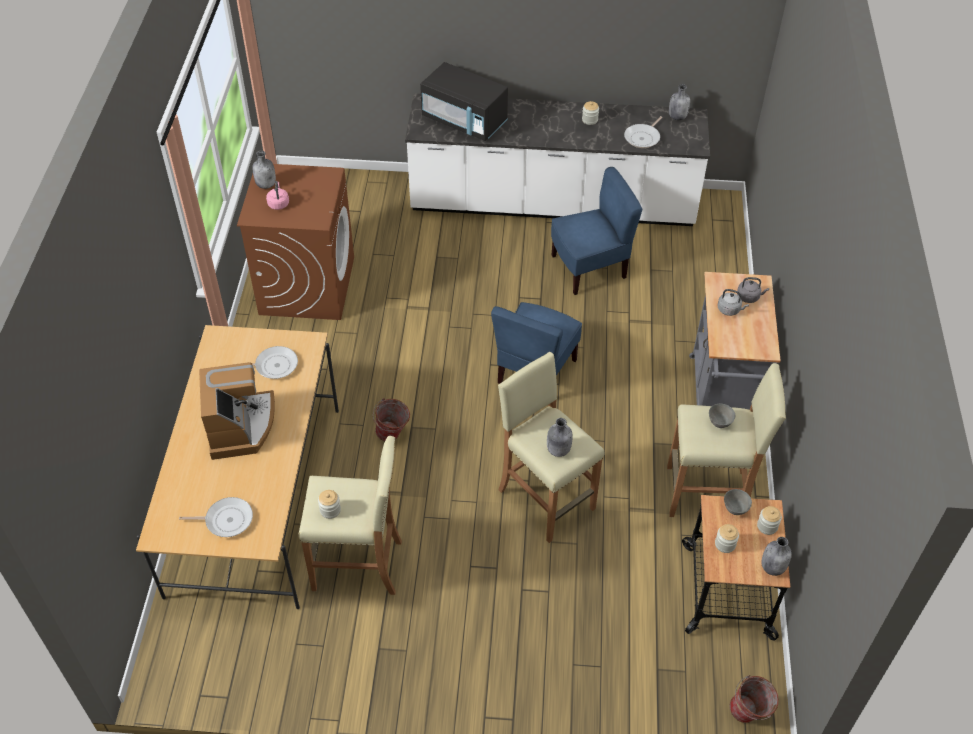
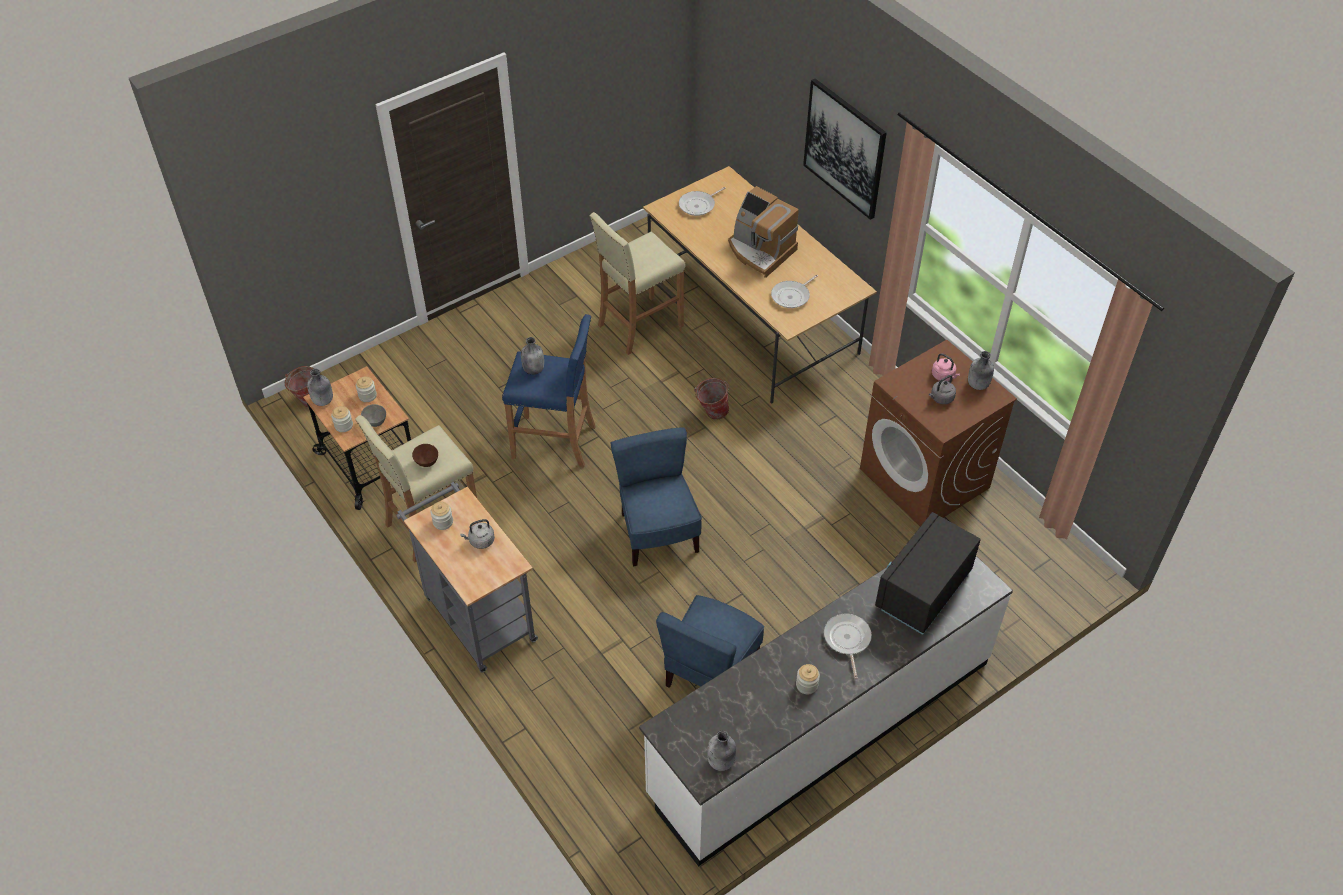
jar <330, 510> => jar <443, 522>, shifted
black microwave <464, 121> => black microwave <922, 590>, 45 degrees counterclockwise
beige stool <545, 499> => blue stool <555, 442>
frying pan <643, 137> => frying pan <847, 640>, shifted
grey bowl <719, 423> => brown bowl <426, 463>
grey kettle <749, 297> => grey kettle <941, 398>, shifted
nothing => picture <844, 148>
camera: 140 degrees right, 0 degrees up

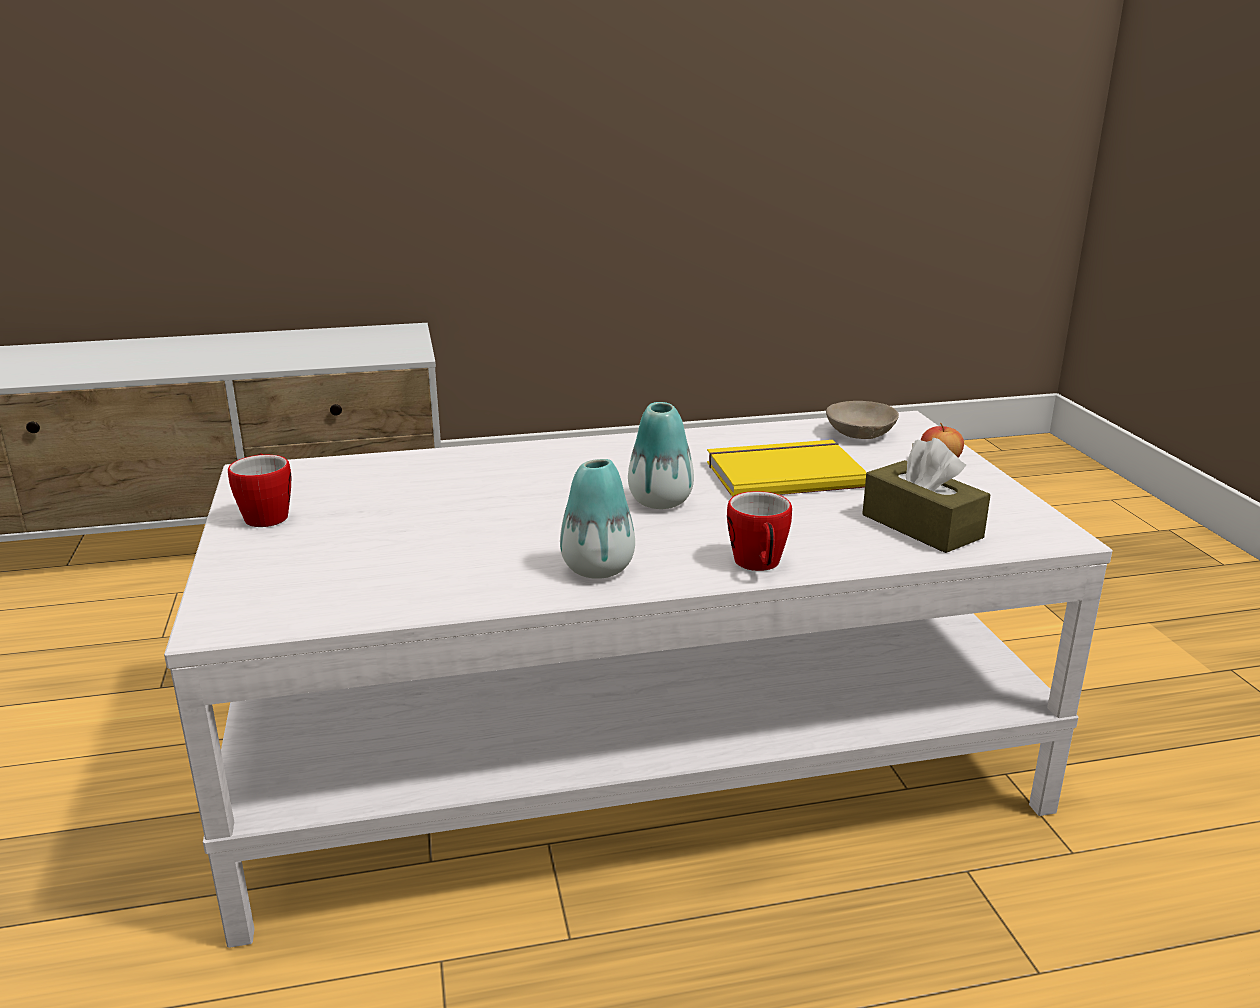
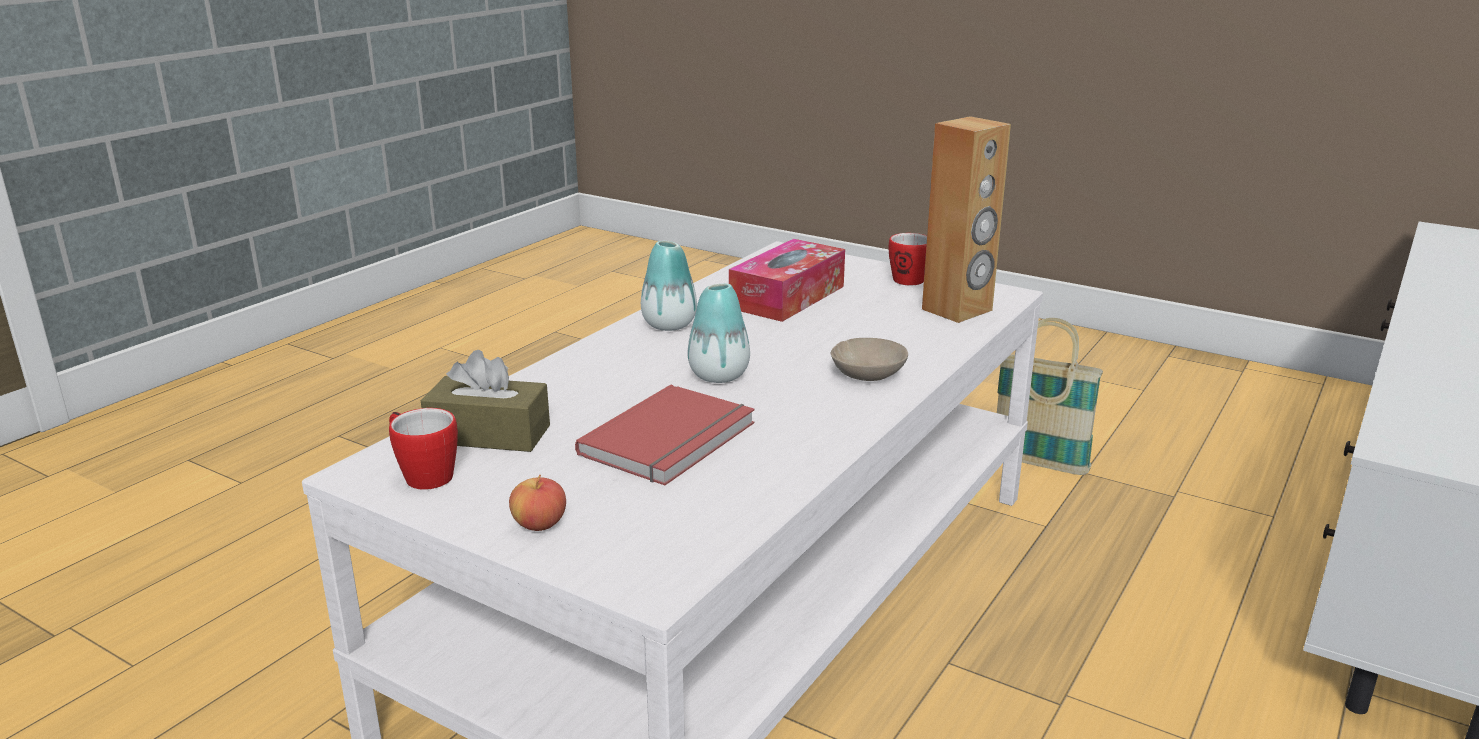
yellow book <782, 473> => red book <672, 440>
mug <759, 566> => mug <423, 475>, shifted
beige bowl <859, 433> => beige bowl <870, 375>, shifted
nothing => tissue box <787, 297>
nothing => brown speaker <957, 310>
nothing => basket <1038, 463>
camera: 135 degrees right, 0 degrees up

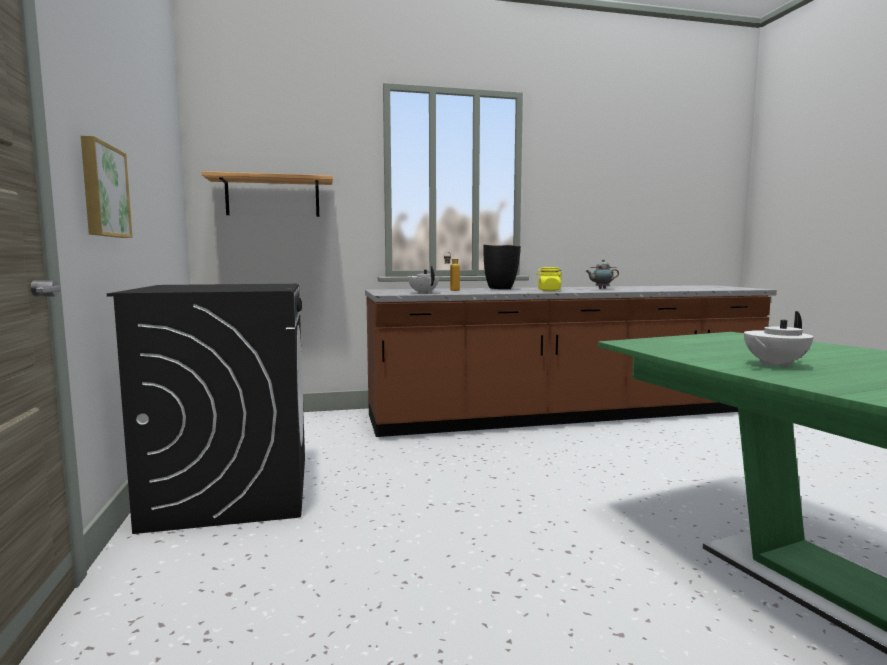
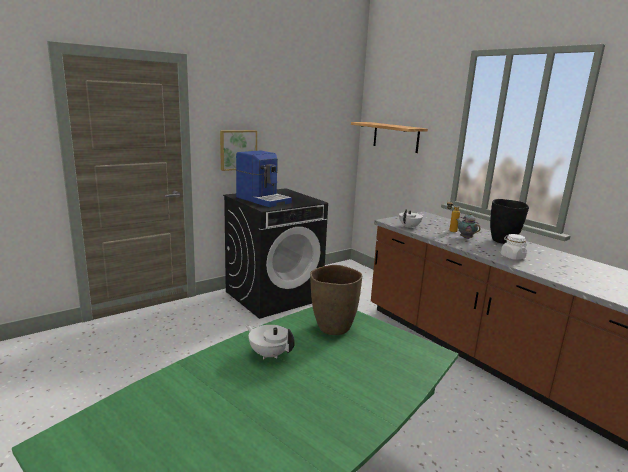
yellow jar <549, 290> => white jar <512, 257>
teapot <601, 288> => teapot <465, 238>, shifted
nothing => coffee machine <263, 200>
nothing => brown vase <332, 328>
camera: 65 degrees right, 10 degrees up

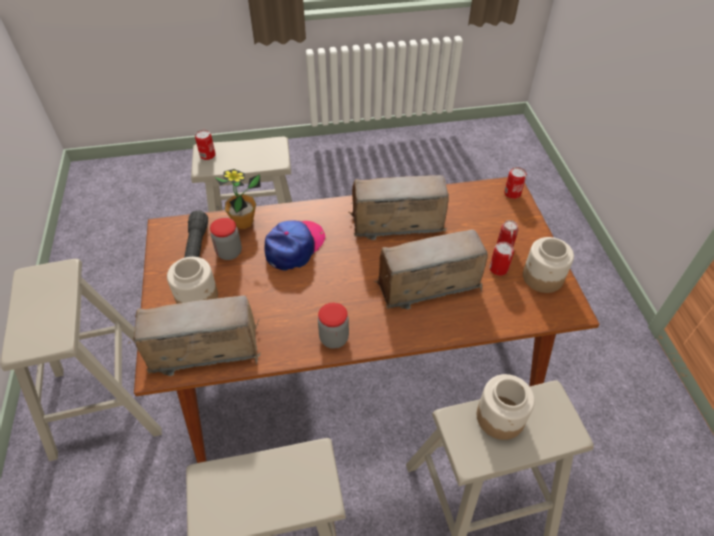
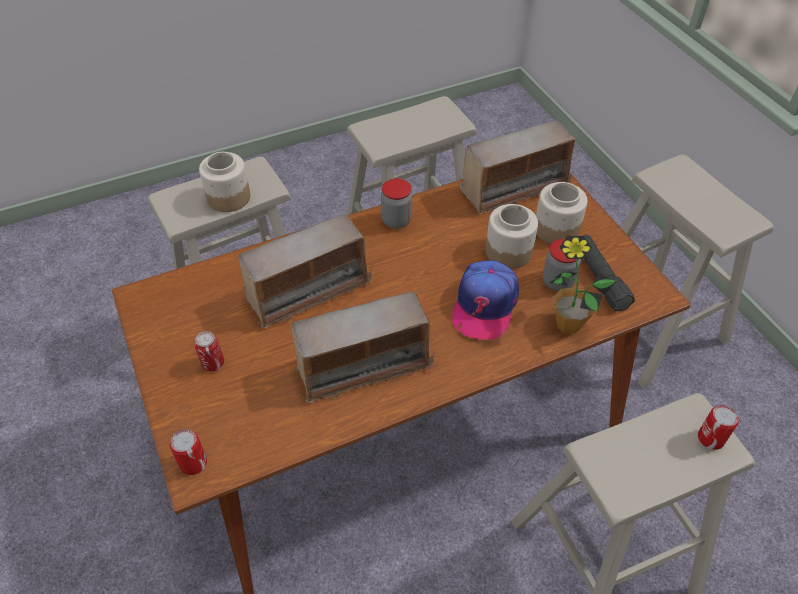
can <498, 269> => nothing
jar <542, 277> => jar <508, 251>, shifted
camera: 165 degrees right, 0 degrees up

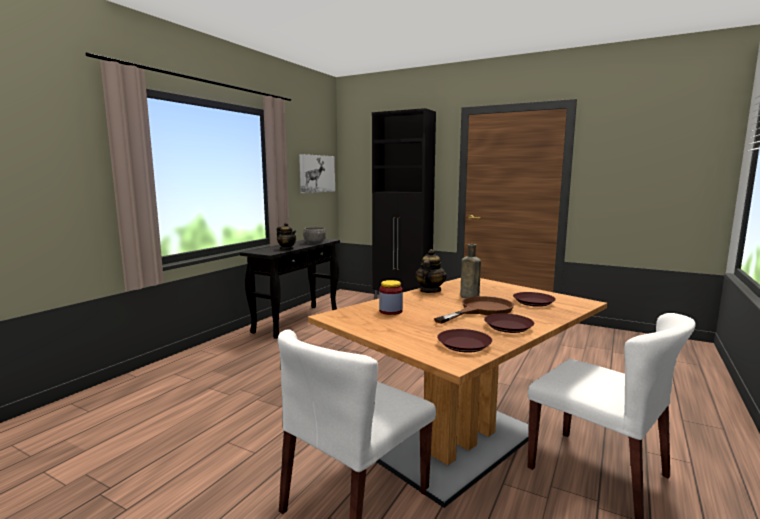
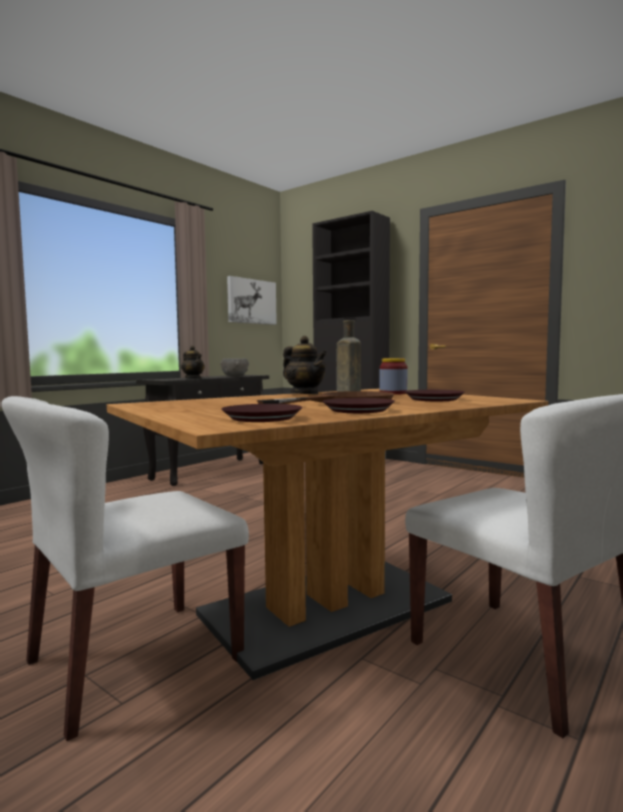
jar <390, 311> => jar <393, 393>, shifted
teapot <430, 291> => teapot <305, 394>, 105 degrees clockwise
camera: 10 degrees right, 5 degrees down

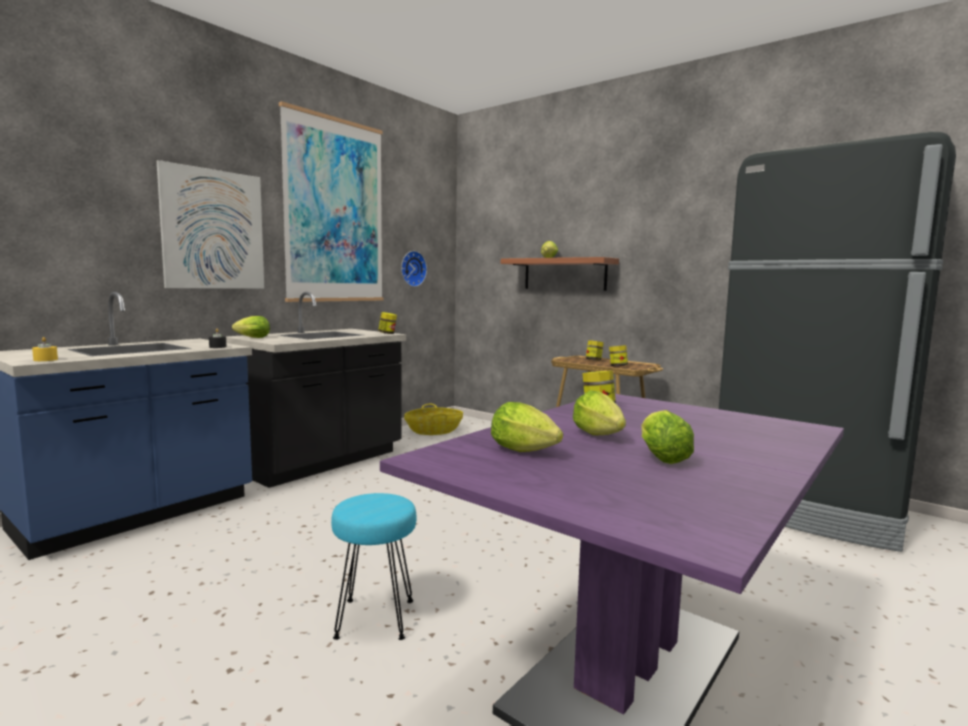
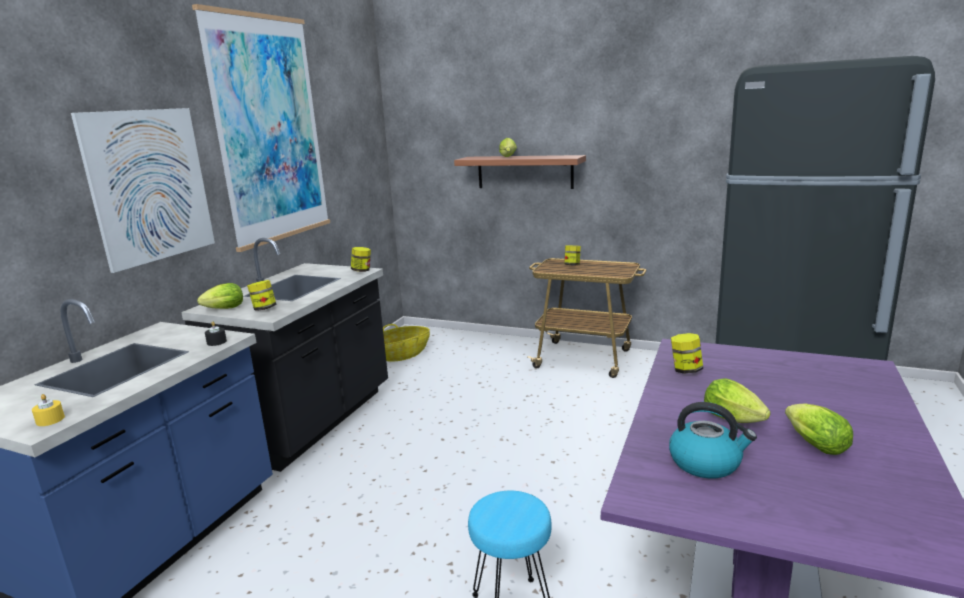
wall clock <412, 268> => nothing
lettuce <527, 452> => kettle <706, 463>
jar <617, 366> => jar <264, 309>, shifted
camera: 15 degrees left, 10 degrees up

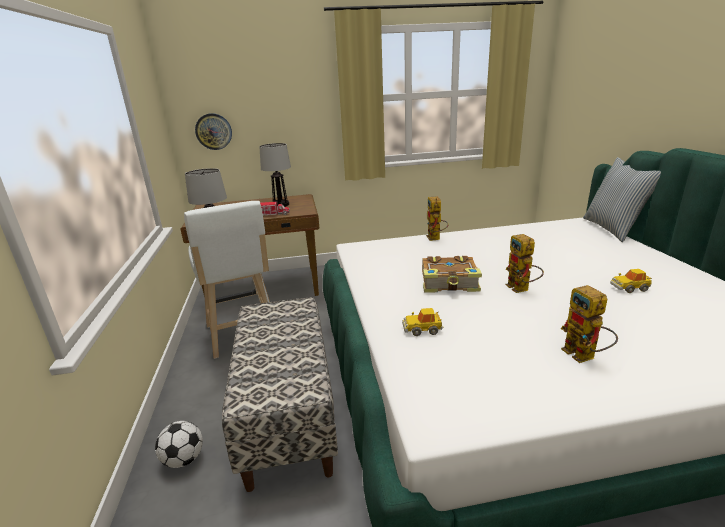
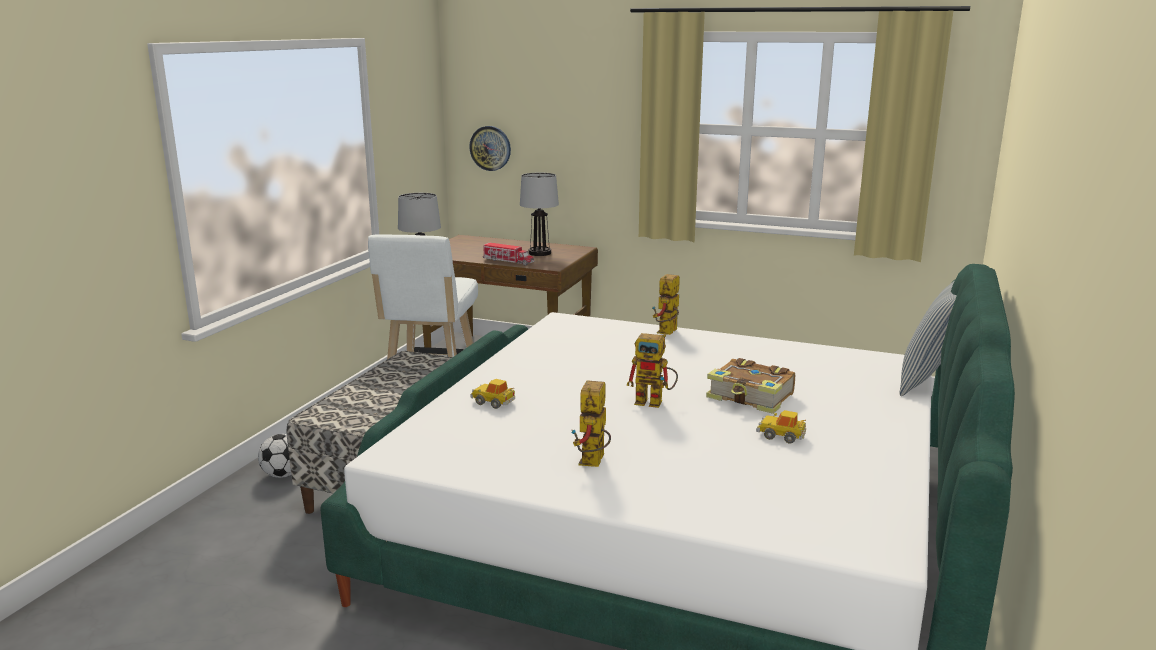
book <450, 283> => book <751, 397>, shifted
toy robot <521, 289> => toy robot <655, 402>, 90 degrees counterclockwise
camera: 30 degrees right, 5 degrees down

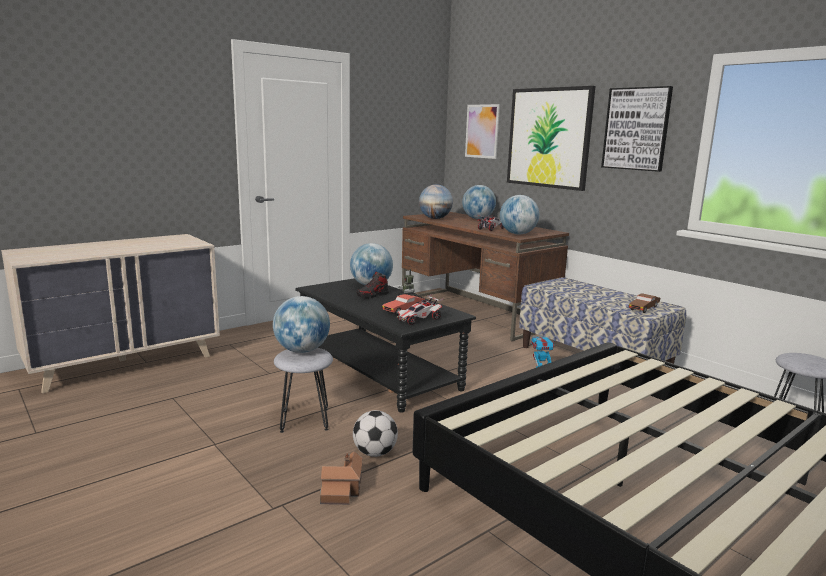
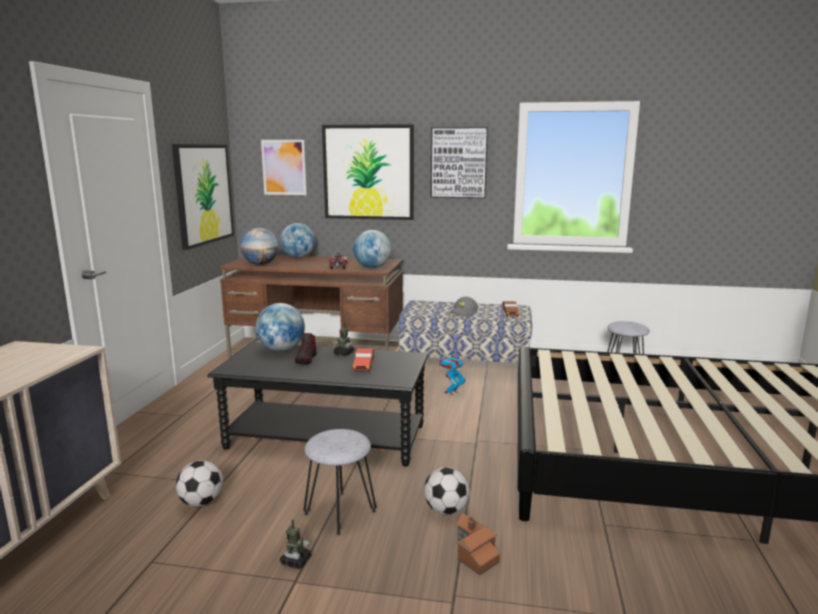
globe <302, 351> => nothing
toy car <419, 320> => nothing
nothing => picture <203, 194>
nothing => football <201, 502>
nothing => toy robot <296, 561>
nothing => grey cap <464, 313>
camera: 40 degrees left, 0 degrees up

